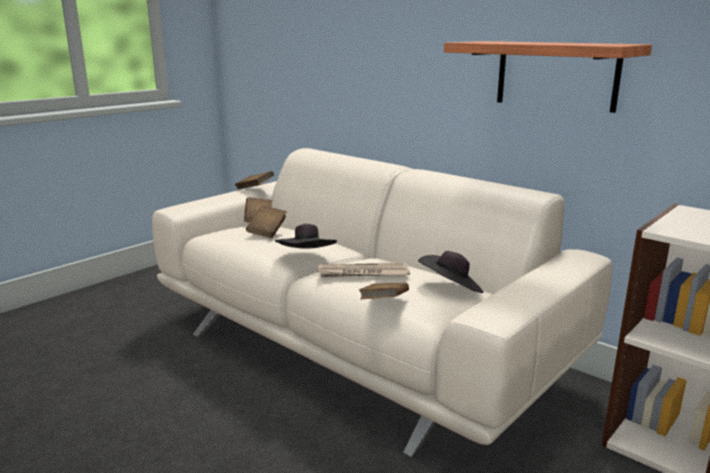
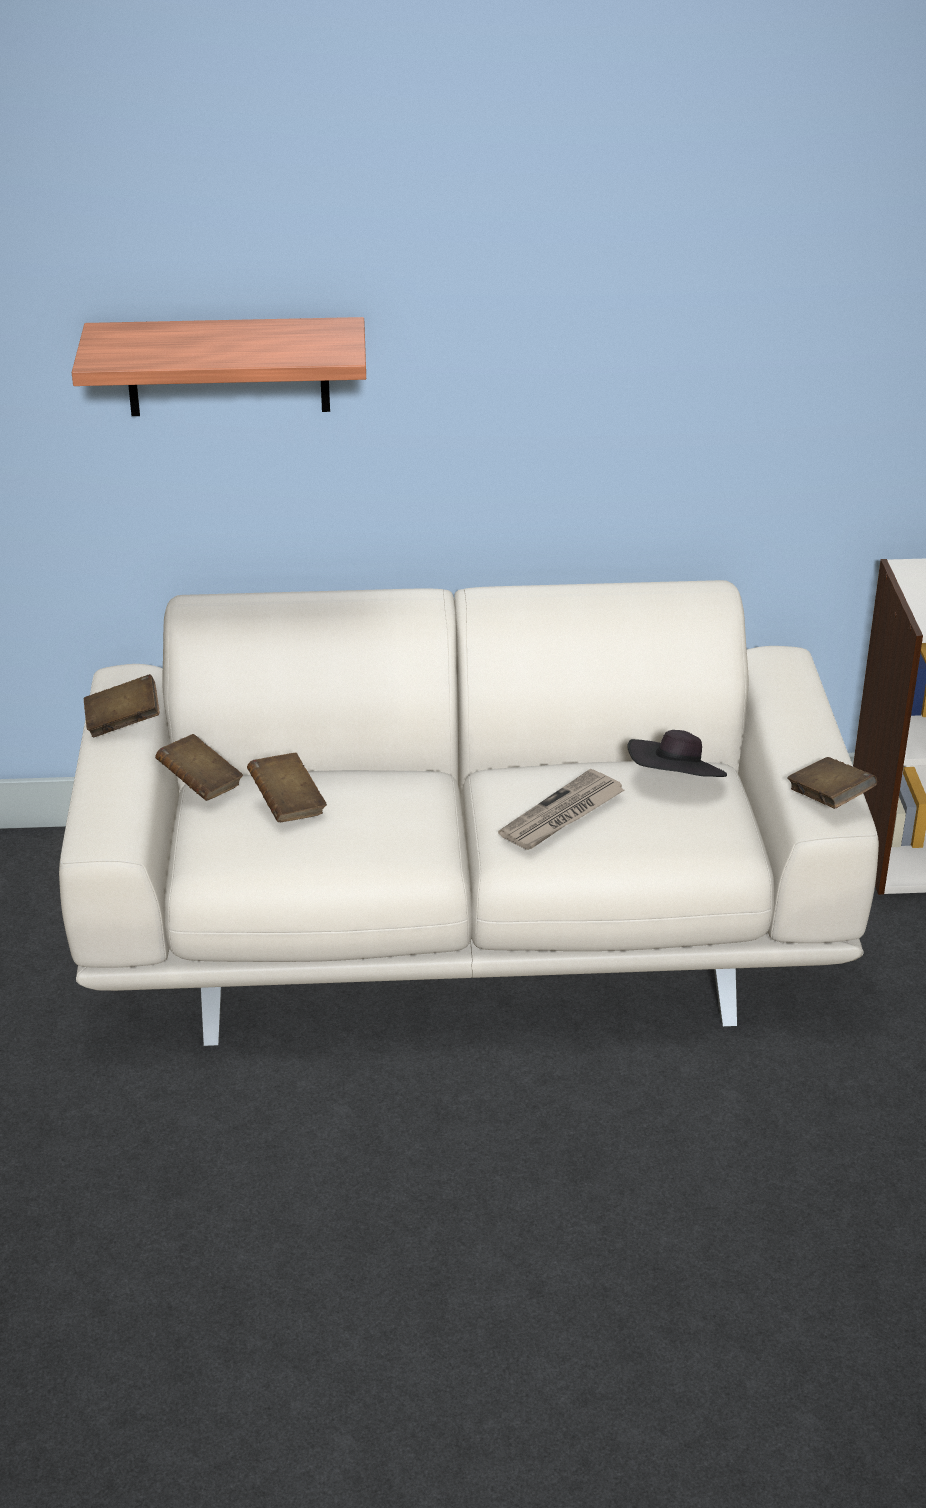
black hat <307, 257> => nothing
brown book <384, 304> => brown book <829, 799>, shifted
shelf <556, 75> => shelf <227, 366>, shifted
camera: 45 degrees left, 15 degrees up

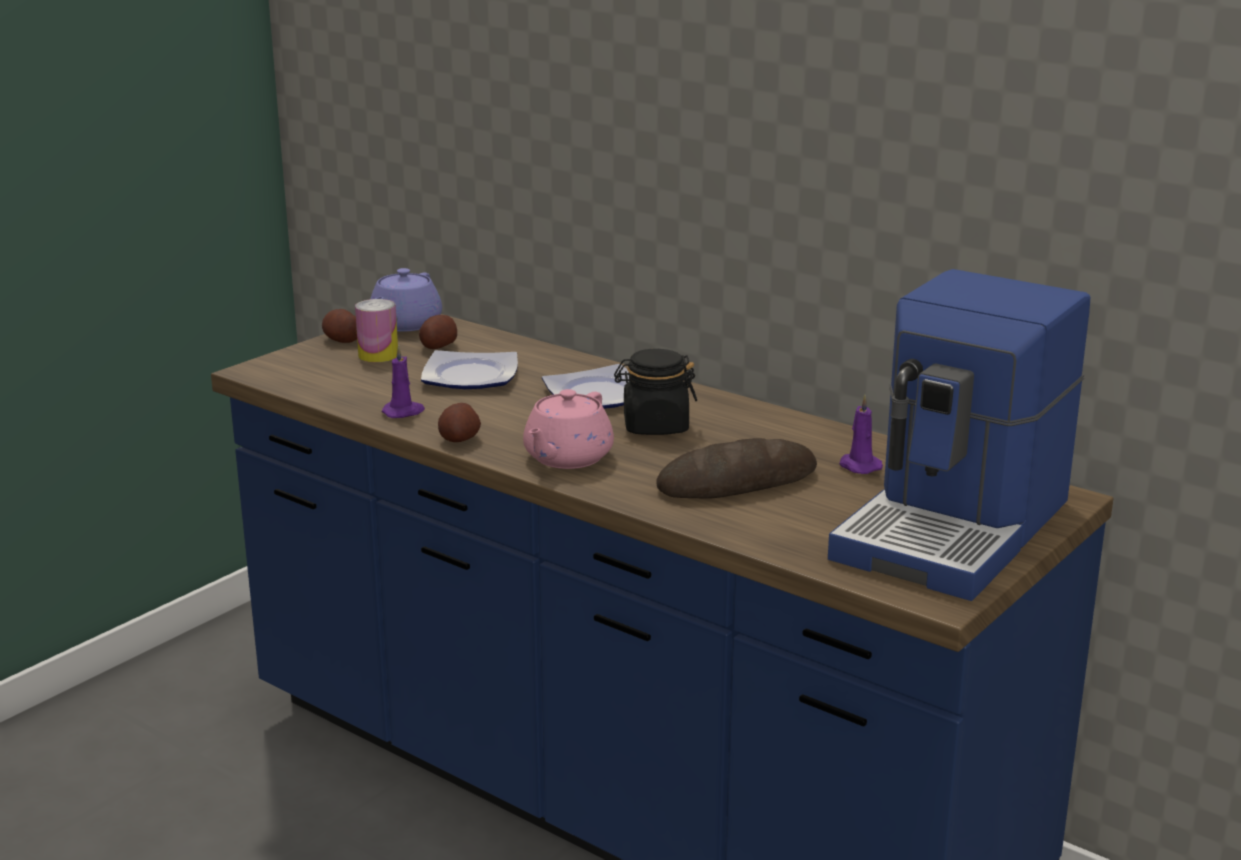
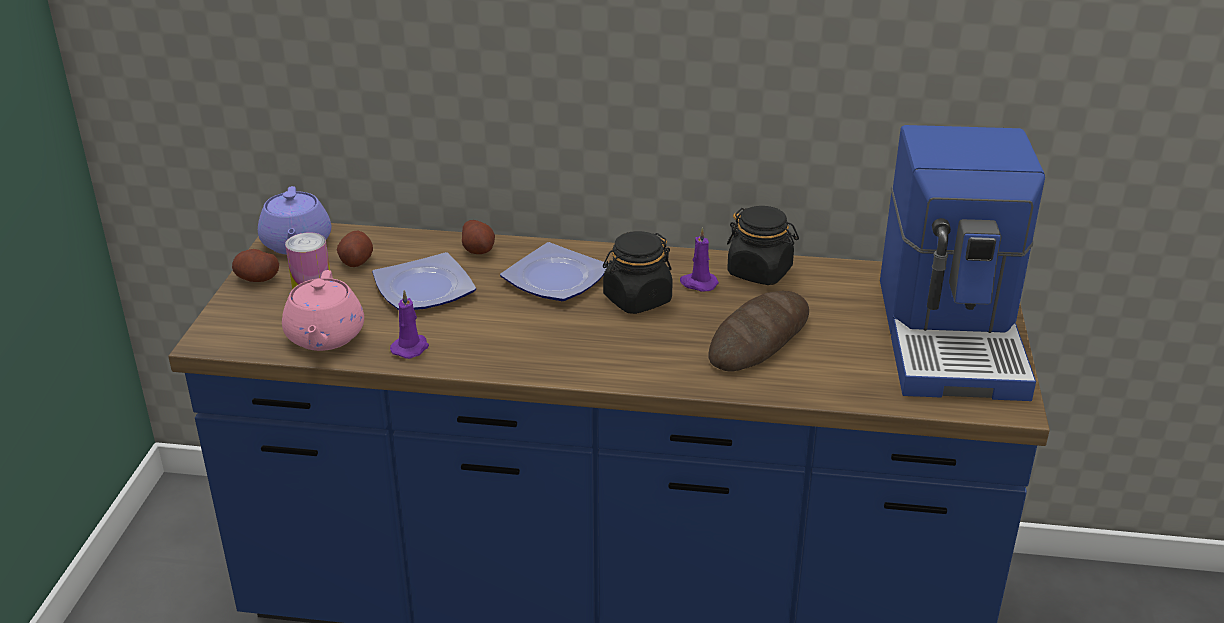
potato <460, 439> => potato <478, 250>, shifted
pink teapot <567, 458> => pink teapot <325, 337>, shifted
purple candle <858, 466> => purple candle <698, 283>, shifted
nothing => black jar <760, 272>
camera: 30 degrees left, 10 degrees up

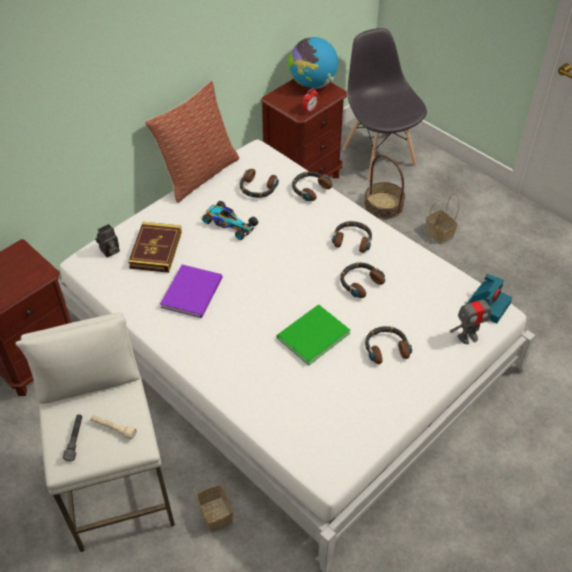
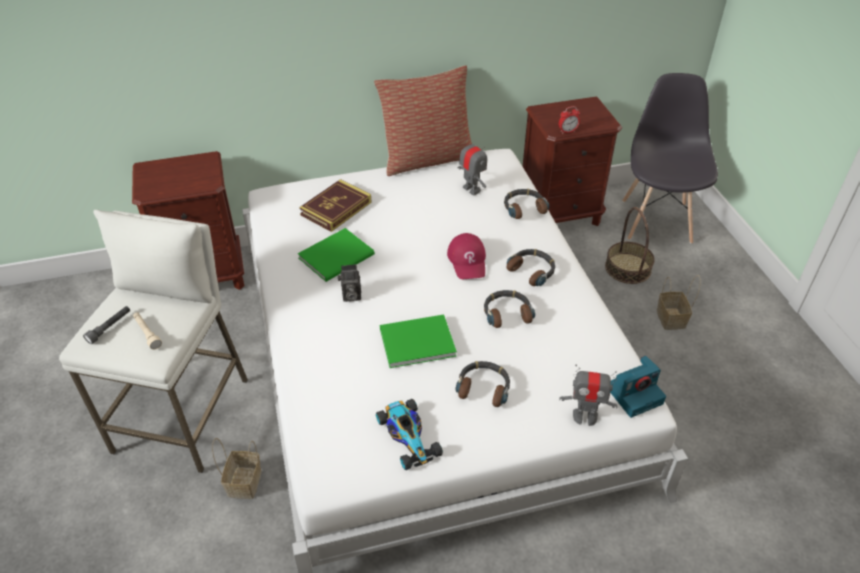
photo camera <109, 251> => photo camera <350, 296>, shifted
purple book <194, 291> => green book <339, 256>
toy car <229, 223> => toy car <408, 435>, shifted
headphones <257, 188> => toy robot <471, 189>
globe <312, 84> => nothing
nothing => red cap <468, 261>
camera: 30 degrees right, 5 degrees down

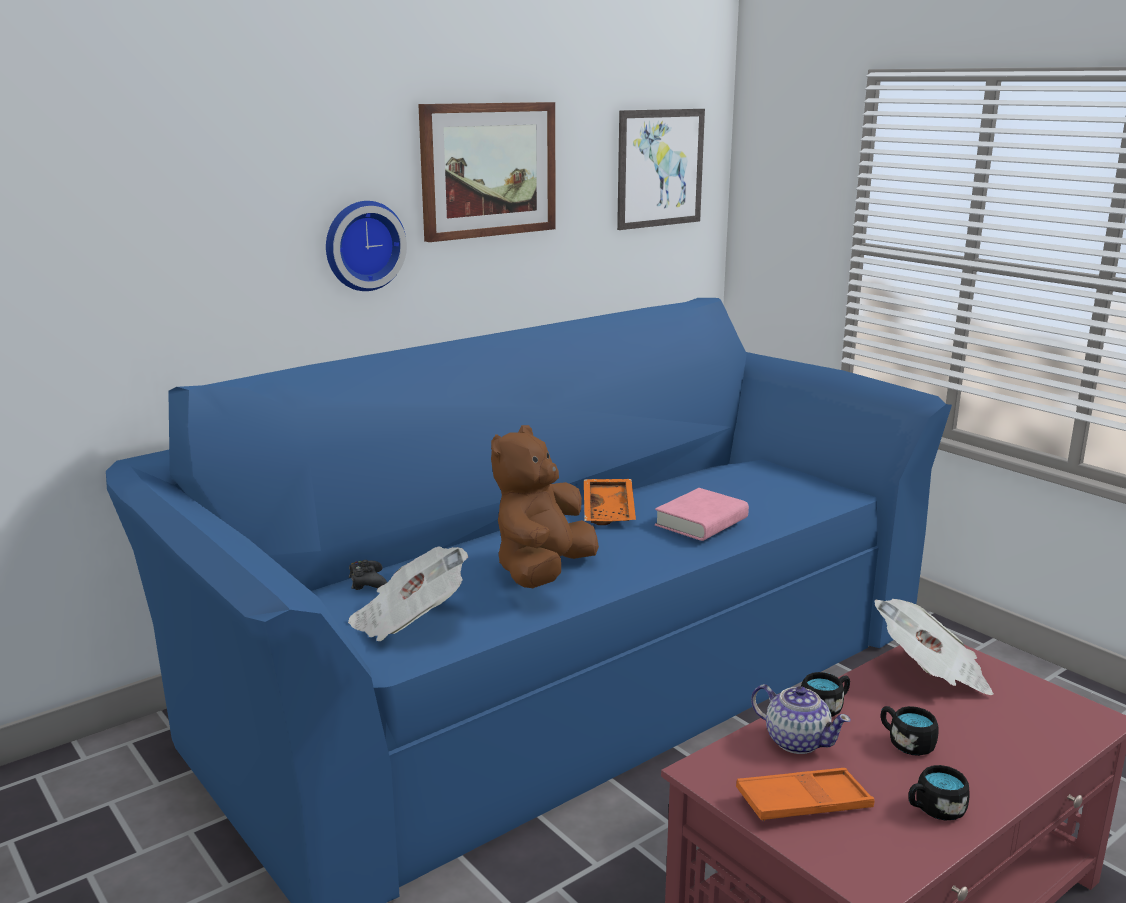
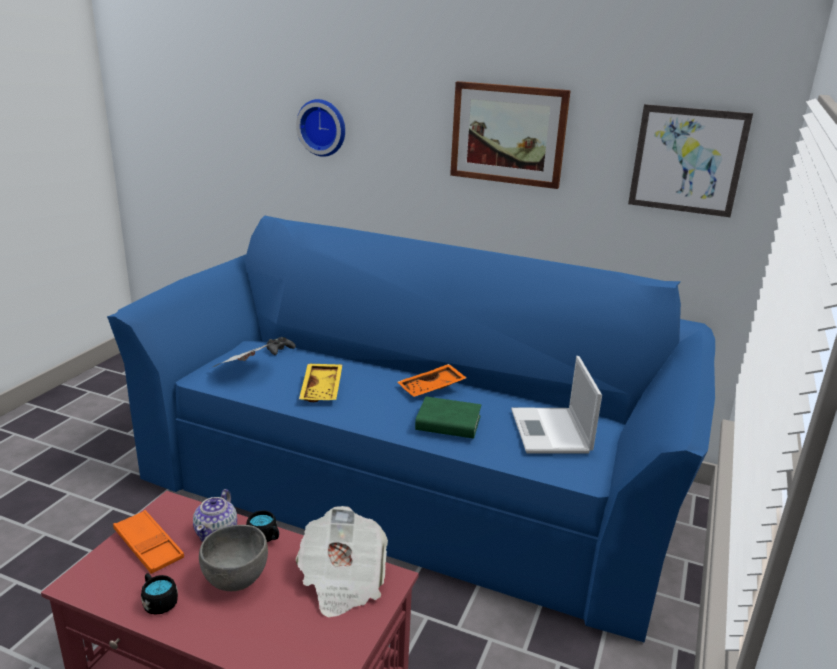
wall clock <363, 245> => wall clock <323, 127>, shifted
brown plush toy <543, 572> => yellow tray <323, 389>
pink book <701, 522> => green book <448, 423>
black mug <906, 743> => grey bowl <235, 579>
nothing => laptop <551, 432>
camera: 60 degrees right, 5 degrees up

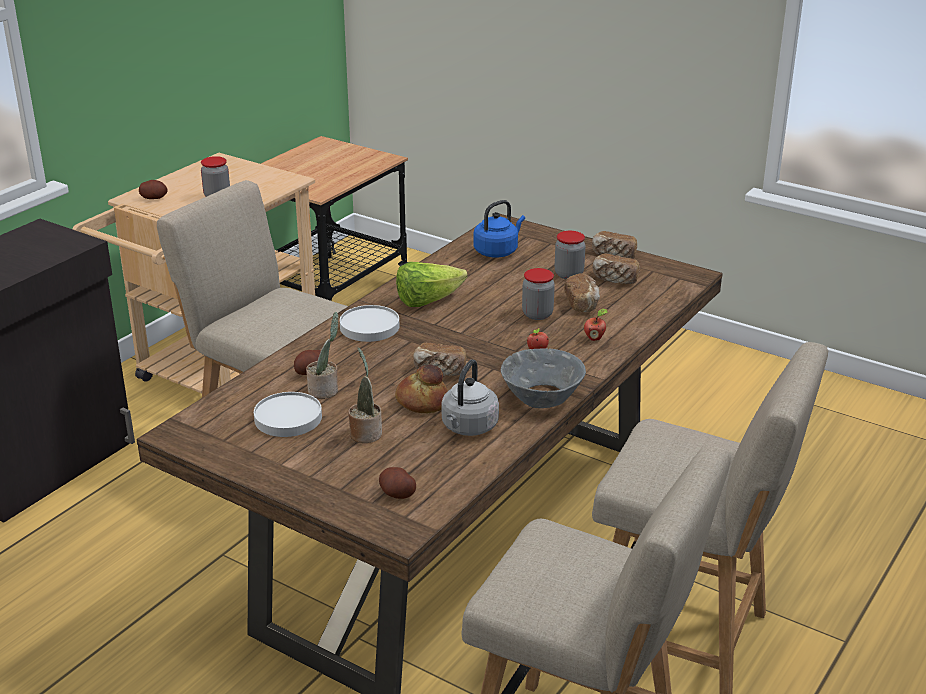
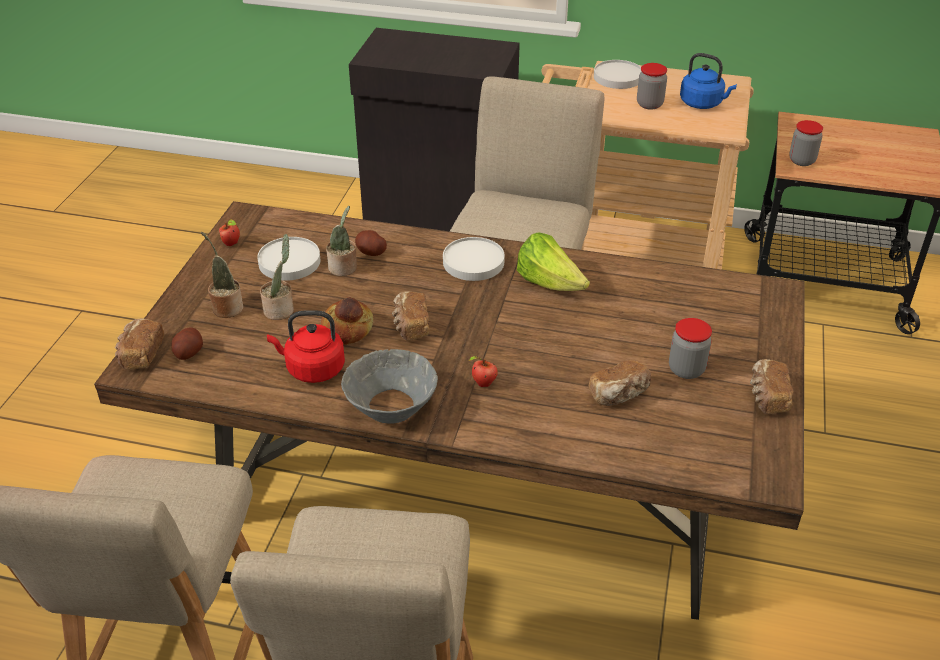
potato <154, 198> => white plate <618, 77>
grey kettle <468, 428> => red kettle <312, 369>
blue kettle <497, 251> => blue kettle <703, 104>, shifted
jar <537, 314> => jar <802, 161>, shifted
apple <594, 338> => apple <232, 243>, shifted
bread <615, 279> => bread <141, 355>, shifted
nothing => potted plant <226, 307>
camera: 70 degrees right, 10 degrees up

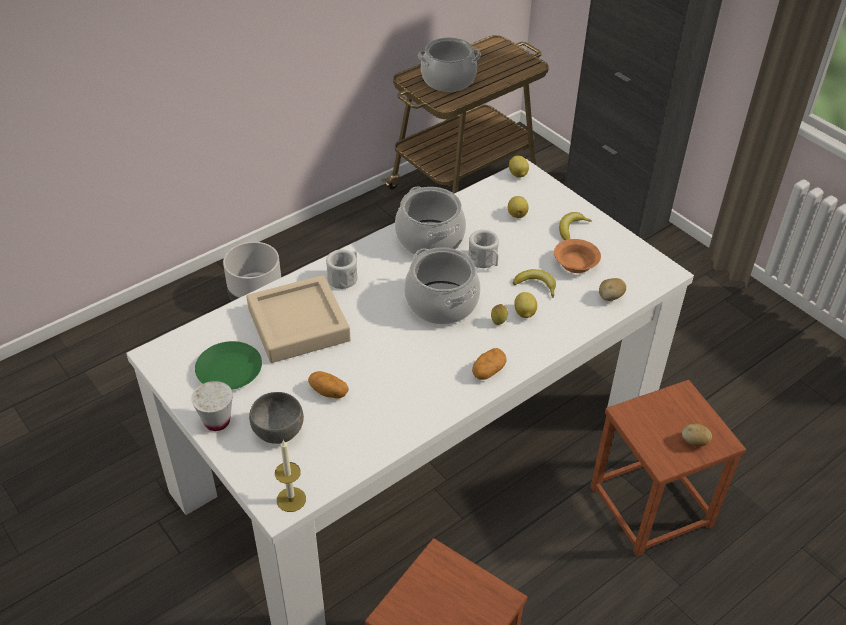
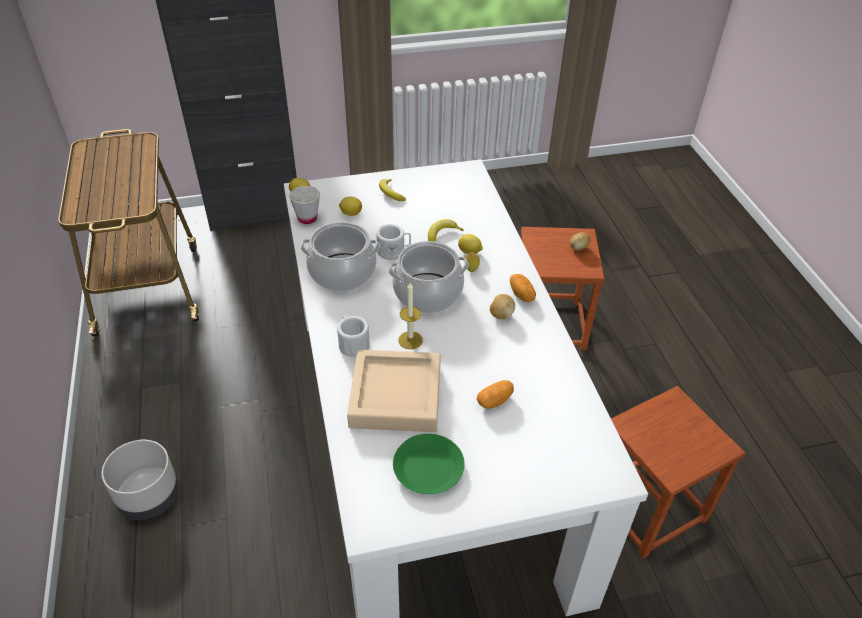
white cup <217, 421> => white cup <307, 218>, shifted
grey bowl <279, 431> => nothing
candle <291, 499> => candle <410, 340>, shifted
cooking pot <448, 80> => nothing
orange bowl <574, 264> => nothing
potato <610, 297> => potato <501, 314>, shifted
camera: 65 degrees left, 0 degrees up

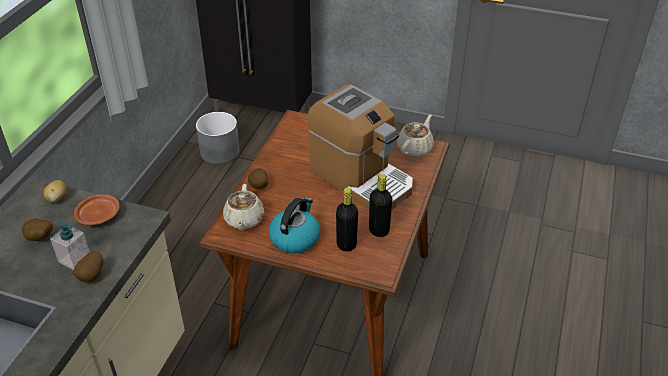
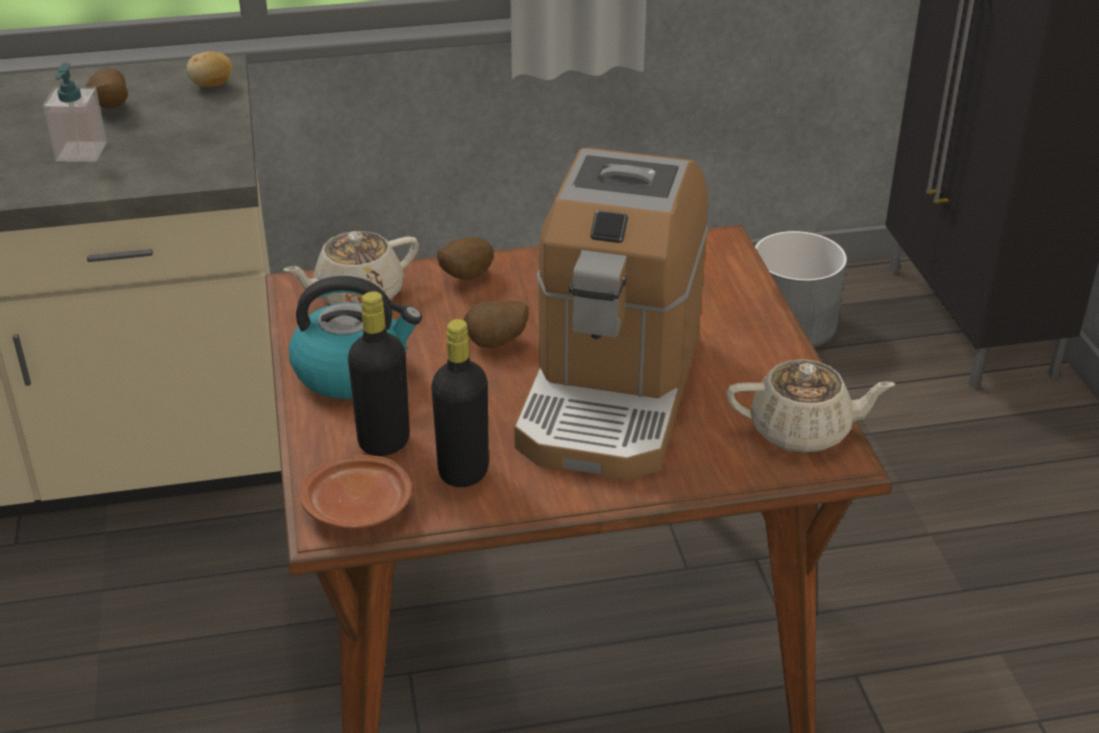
brown plate <99, 215> => brown plate <359, 507>, shifted
potato <92, 276> => potato <497, 344>, shifted
camera: 60 degrees right, 5 degrees down

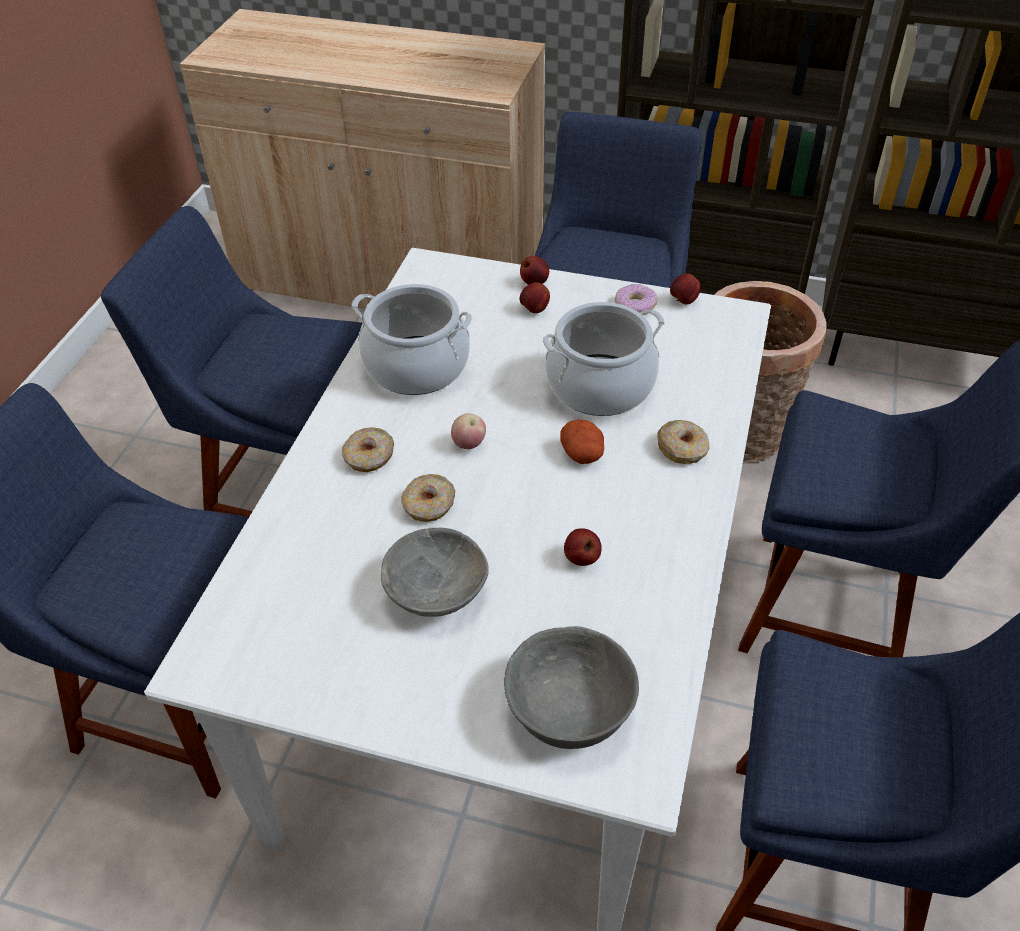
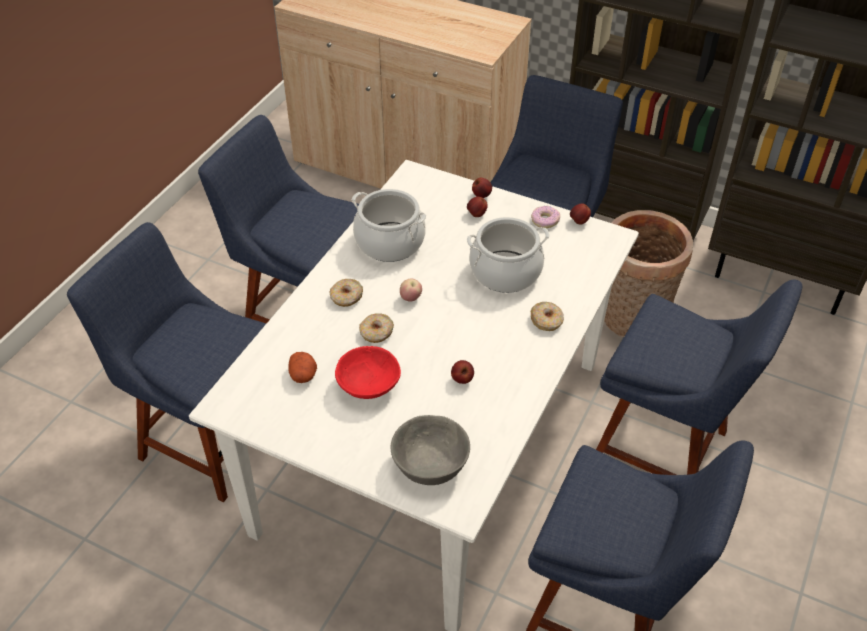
grey bowl <435, 593> => red bowl <368, 386>
potato <583, 454> => potato <303, 375>, shifted
camera: 10 degrees right, 0 degrees up

